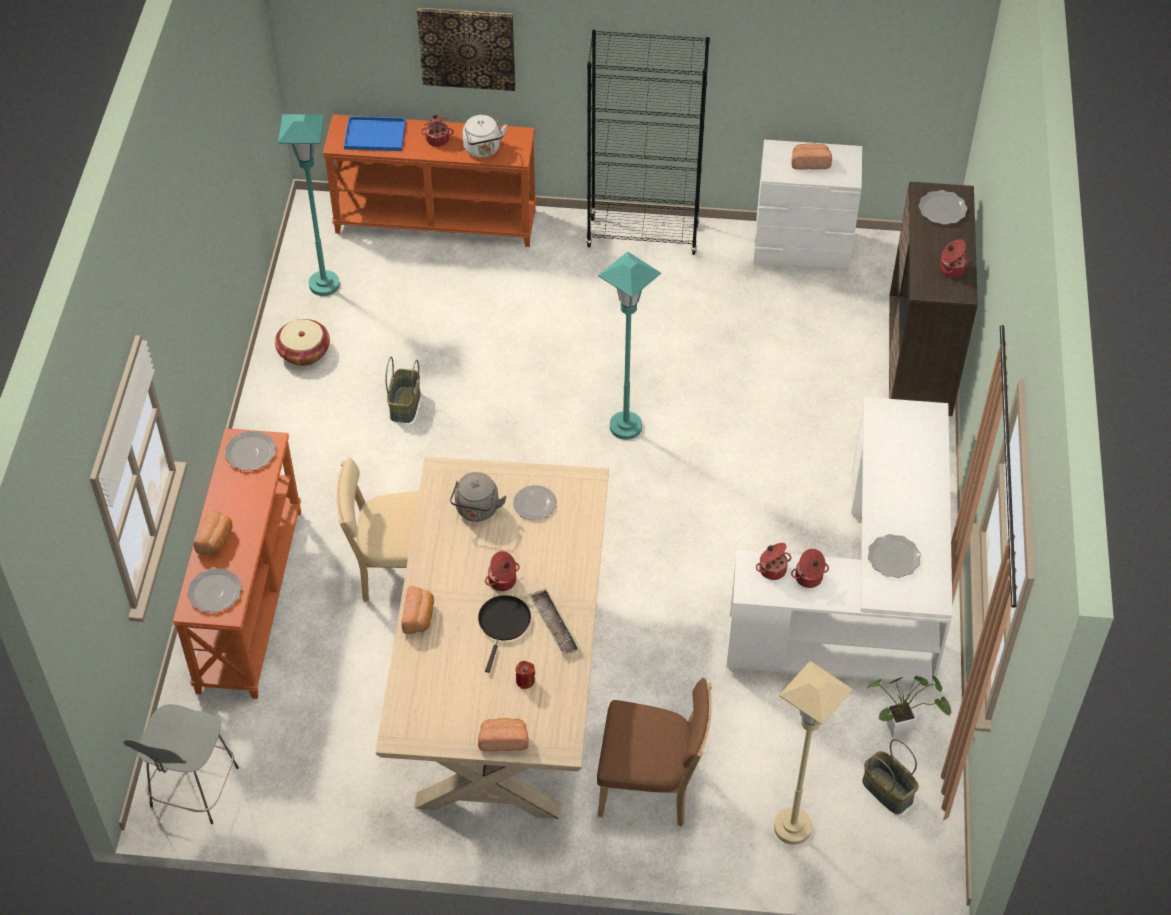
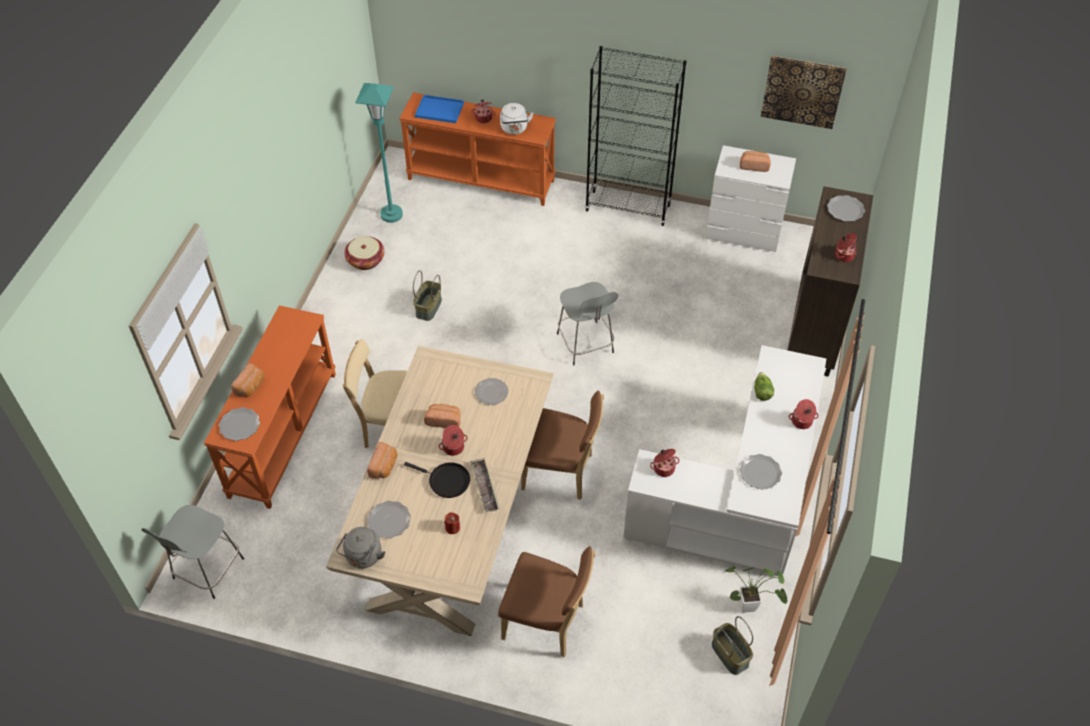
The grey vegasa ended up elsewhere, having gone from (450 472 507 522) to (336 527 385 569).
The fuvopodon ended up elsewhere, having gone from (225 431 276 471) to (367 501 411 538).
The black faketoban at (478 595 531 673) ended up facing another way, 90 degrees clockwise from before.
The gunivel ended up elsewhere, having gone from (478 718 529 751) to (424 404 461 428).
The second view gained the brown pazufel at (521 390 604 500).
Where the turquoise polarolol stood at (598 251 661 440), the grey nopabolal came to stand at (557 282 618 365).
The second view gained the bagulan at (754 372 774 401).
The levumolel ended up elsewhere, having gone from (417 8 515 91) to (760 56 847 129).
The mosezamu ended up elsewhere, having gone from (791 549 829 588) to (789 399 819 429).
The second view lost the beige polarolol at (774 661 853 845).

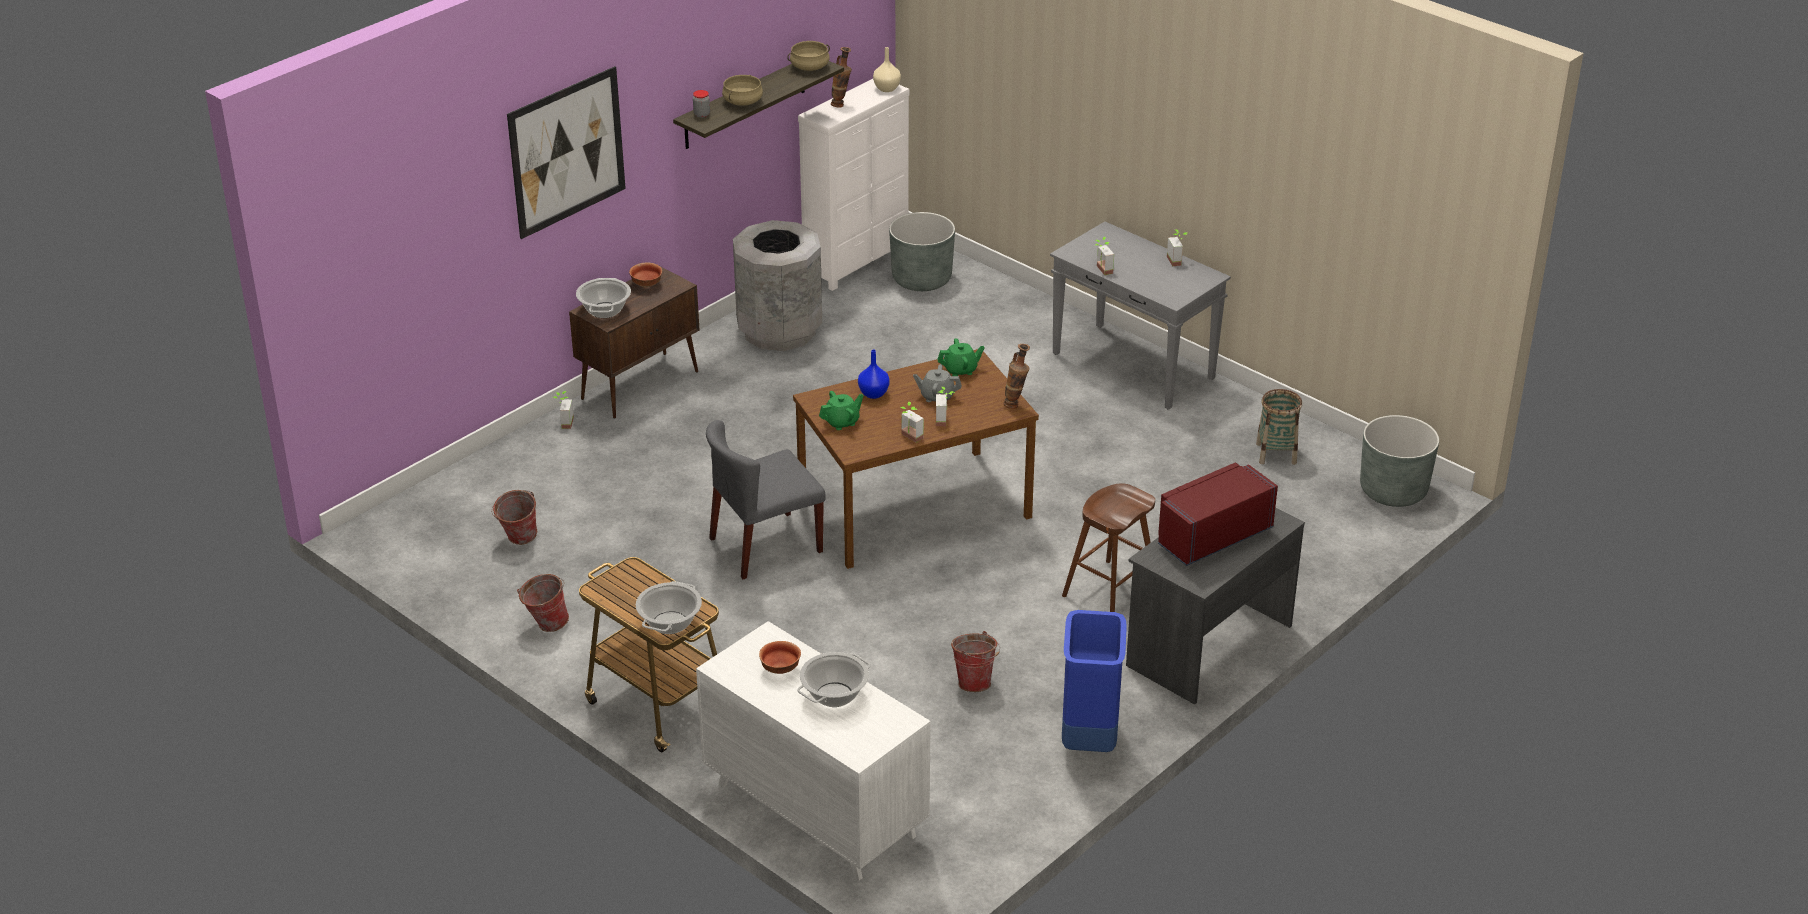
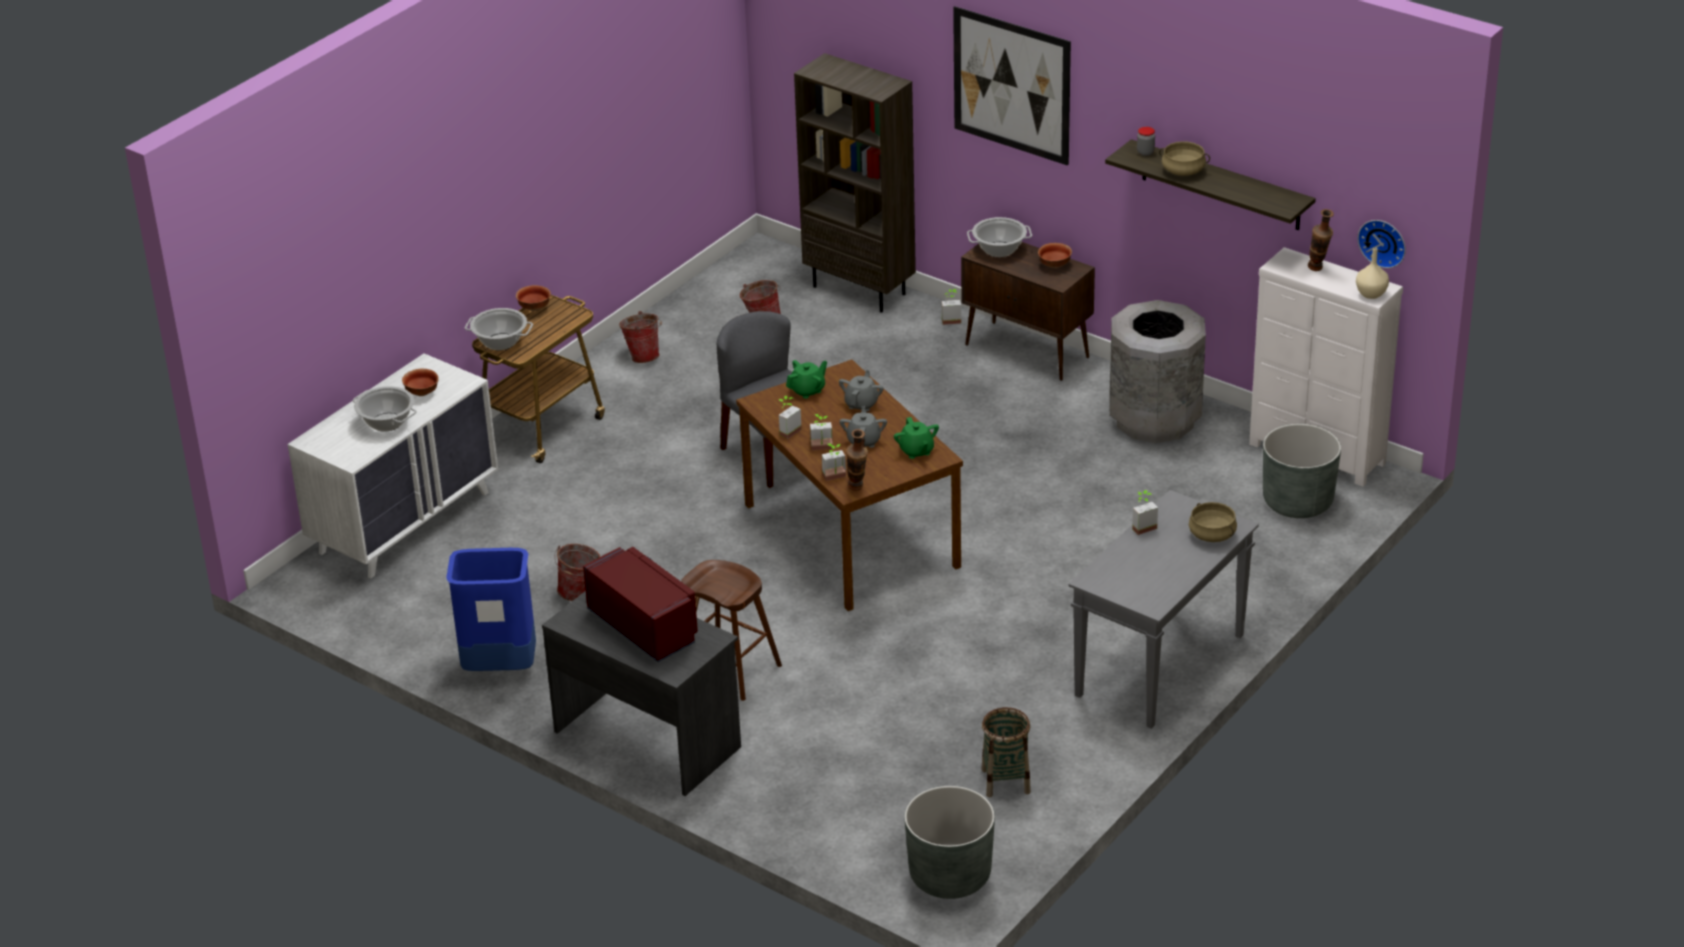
The second view gained the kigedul at (516 285 551 311).
The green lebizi at (819 391 864 430) ended up facing another way, 90 degrees counterclockwise from before.
The second view gained the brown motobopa at (794 53 916 312).
The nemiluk ended up elsewhere, having gone from (1167 229 1187 266) to (822 443 846 481).
Where the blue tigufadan stood at (858 350 890 399), the grey lebizi came to stand at (839 370 884 412).
The beige mosezamu ended up elsewhere, having gone from (787 41 830 71) to (1189 502 1237 542).
The second view gained the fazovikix at (1357 220 1406 268).

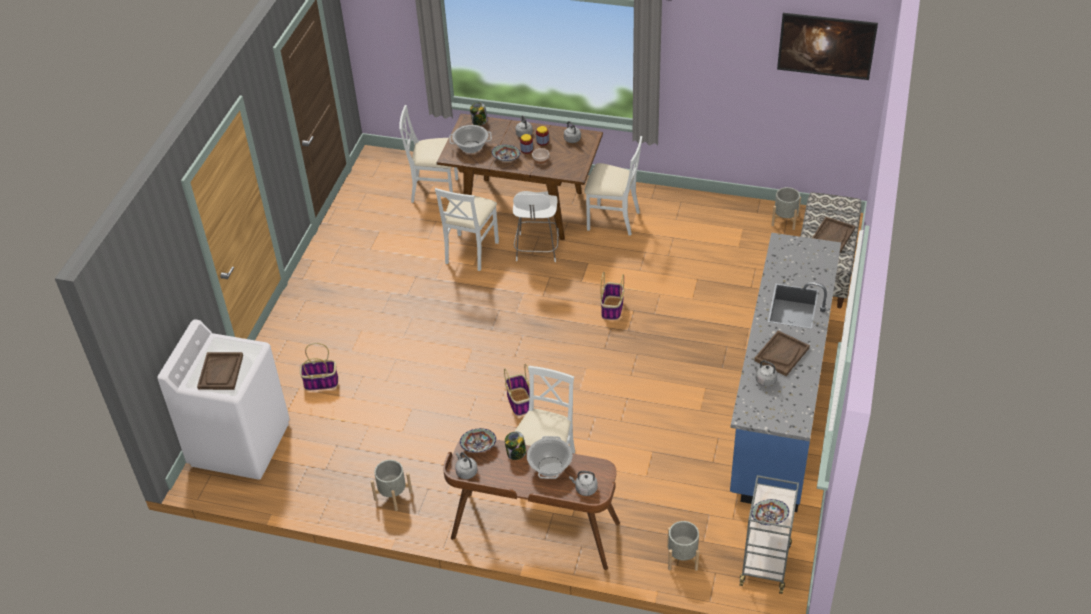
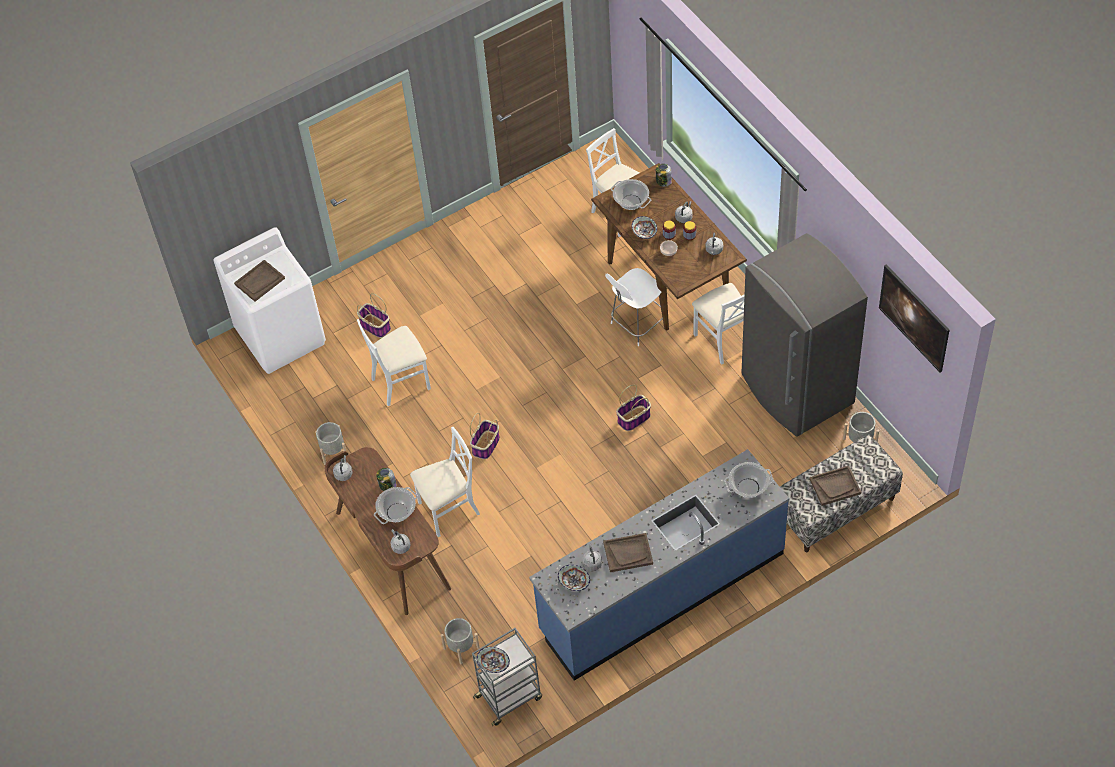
The white pazufel ended up elsewhere, having gone from (435 188 499 271) to (357 319 431 406).
The kigedul ended up elsewhere, having gone from (460 428 496 453) to (558 565 590 591).
The second view gained the mosezamu at (724 462 774 498).
The second view gained the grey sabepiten at (741 233 868 437).

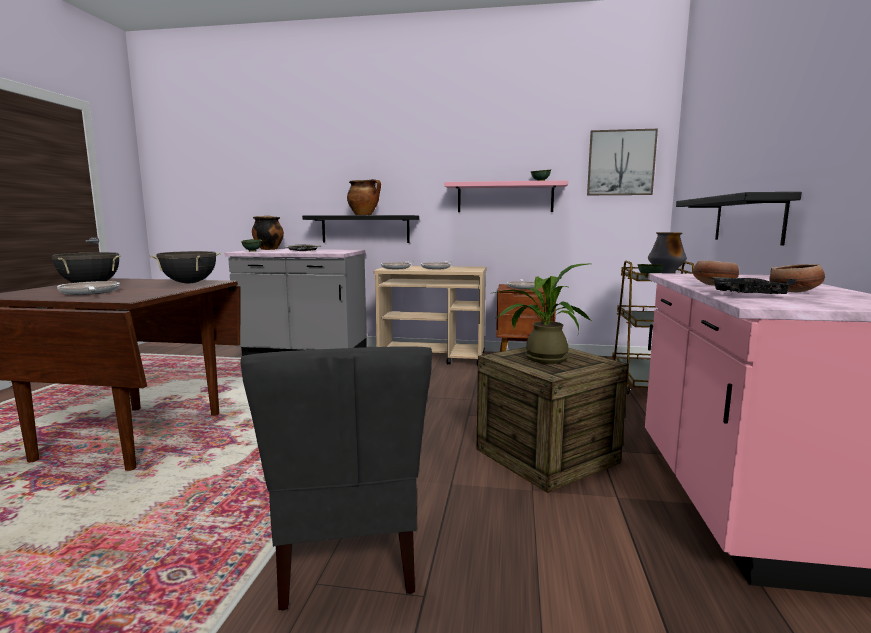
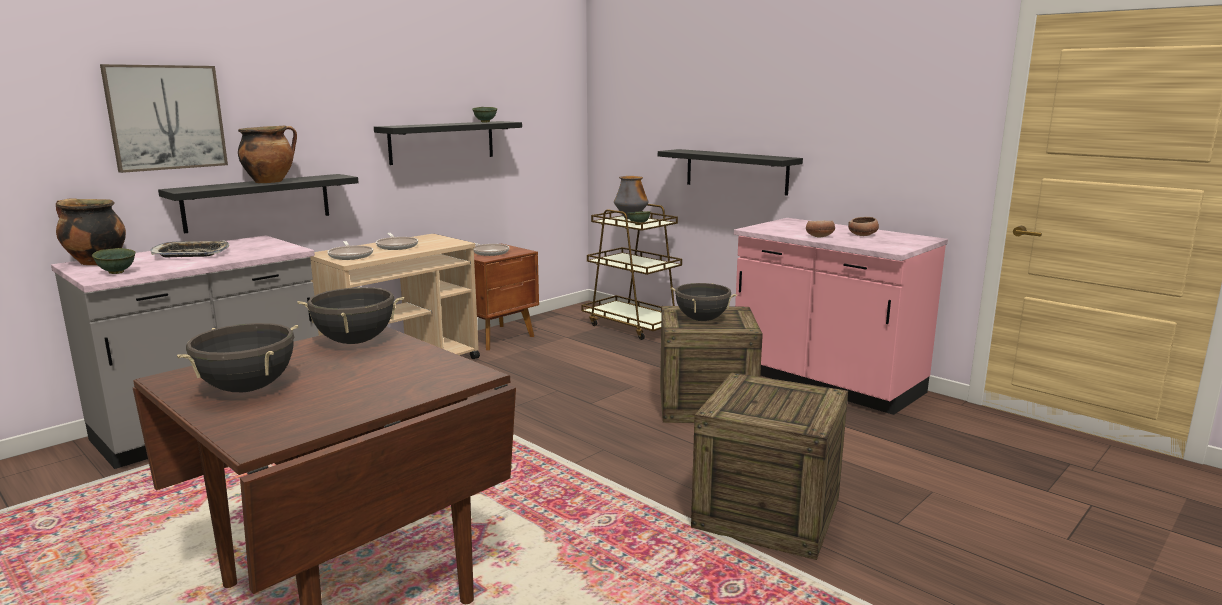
The levumolel ended up elsewhere, having gone from (587 129 658 195) to (100 64 228 173).
What was the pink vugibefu at (444 180 568 212) turned into the black vugibefu at (374 121 522 165).
Where the nemiluk stood at (493 264 592 364), the black mosezamu came to stand at (670 283 737 321).
Where the grey pazufel stood at (240 346 432 611), the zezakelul came to stand at (691 373 848 560).
The second view lost the faketoban at (57 281 120 295).
The second view lost the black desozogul at (706 277 796 294).

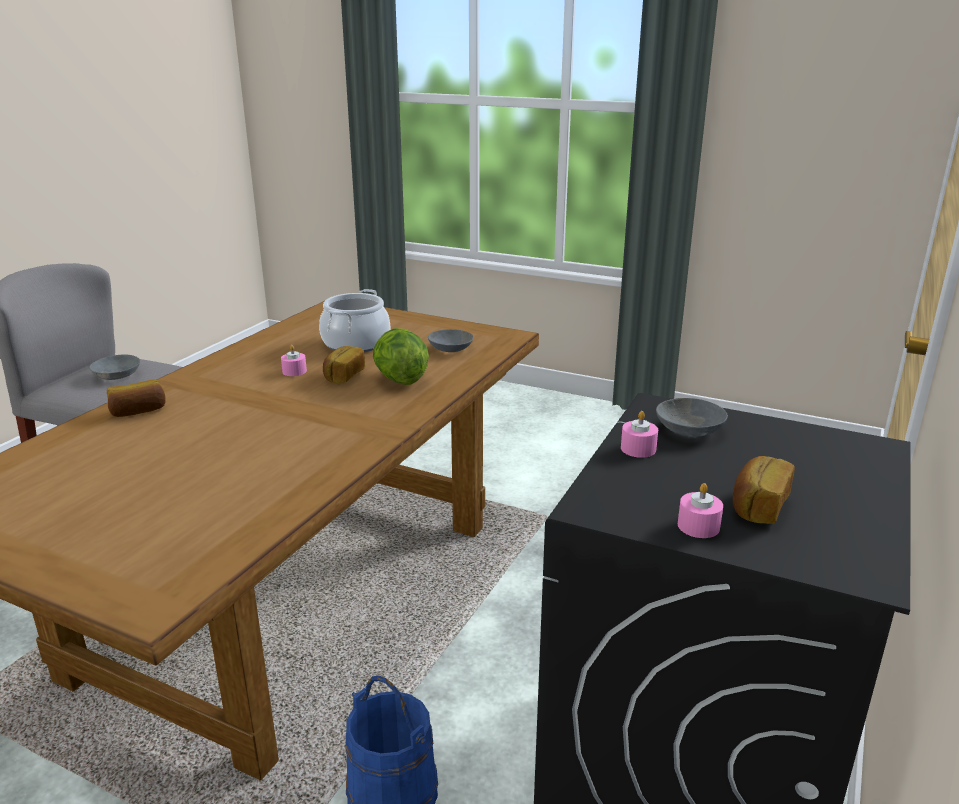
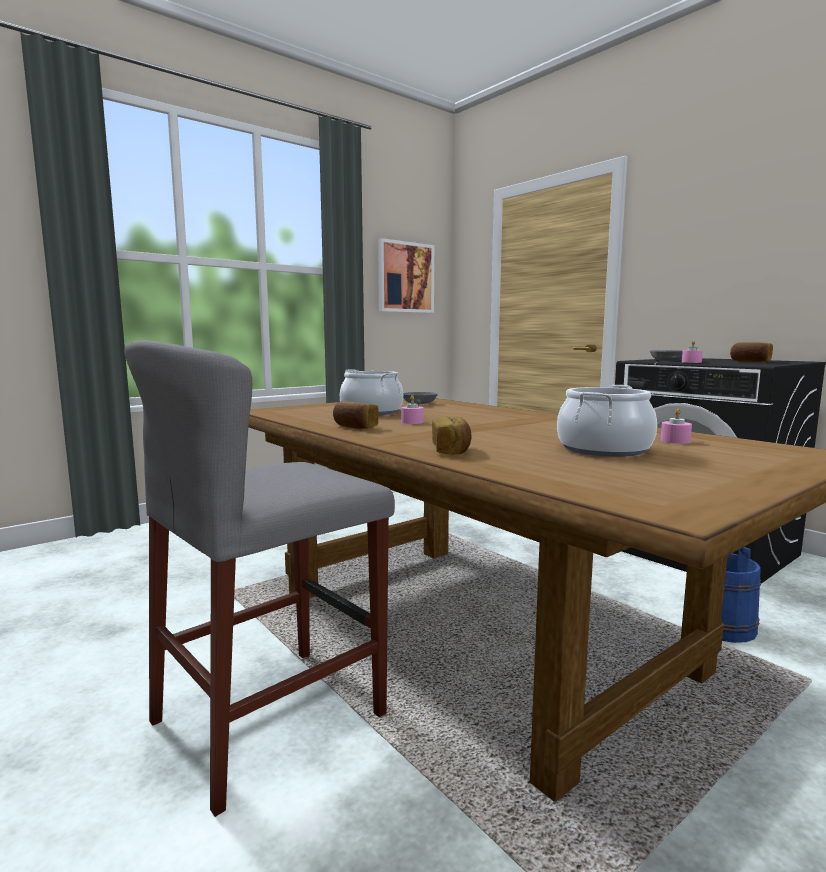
The gunivel ended up elsewhere, having gone from (323 346 365 383) to (333 401 379 429).
The second view gained the levumolel at (378 238 434 313).
The second view gained the mosezamu at (557 385 657 457).
The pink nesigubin ended up elsewhere, having gone from (678 483 723 538) to (661 408 692 444).
The second view lost the grey kigedul at (90 355 140 380).
The second view lost the bagulan at (373 328 429 385).

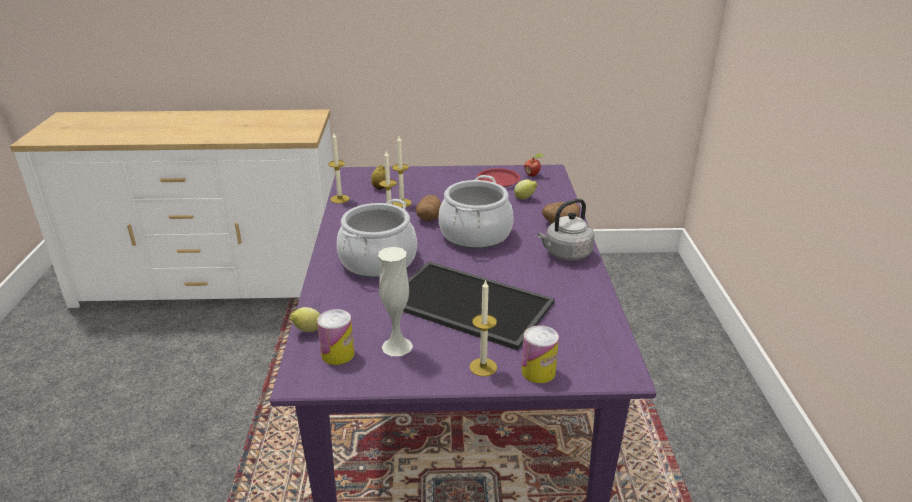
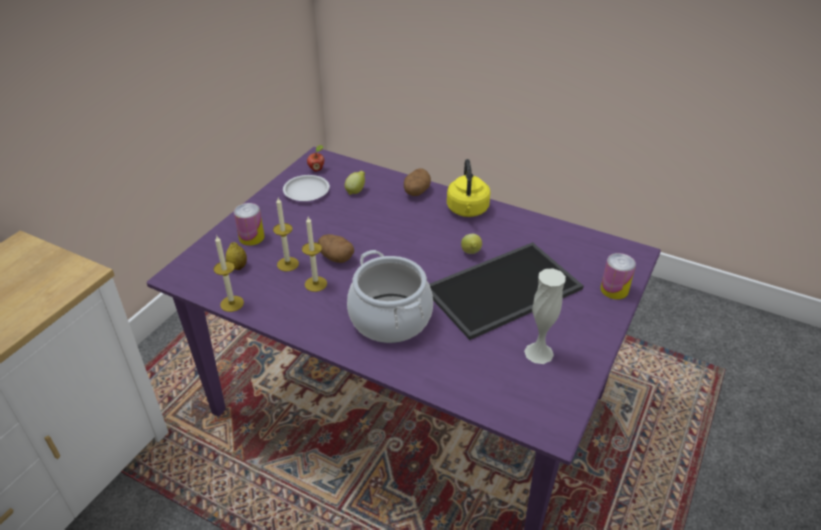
The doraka ended up elsewhere, having gone from (317 309 354 365) to (234 203 264 246).
What was the red fuvopodon at (477 168 520 187) turned into the white fuvopodon at (283 175 330 201).
What was the grey vegasa at (537 199 594 261) turned into the yellow vegasa at (447 159 490 217).
The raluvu ended up elsewhere, having gone from (290 307 320 332) to (461 234 482 254).
The second view lost the mosezamu at (439 175 514 249).
The second view lost the nesigubin at (469 279 497 377).

